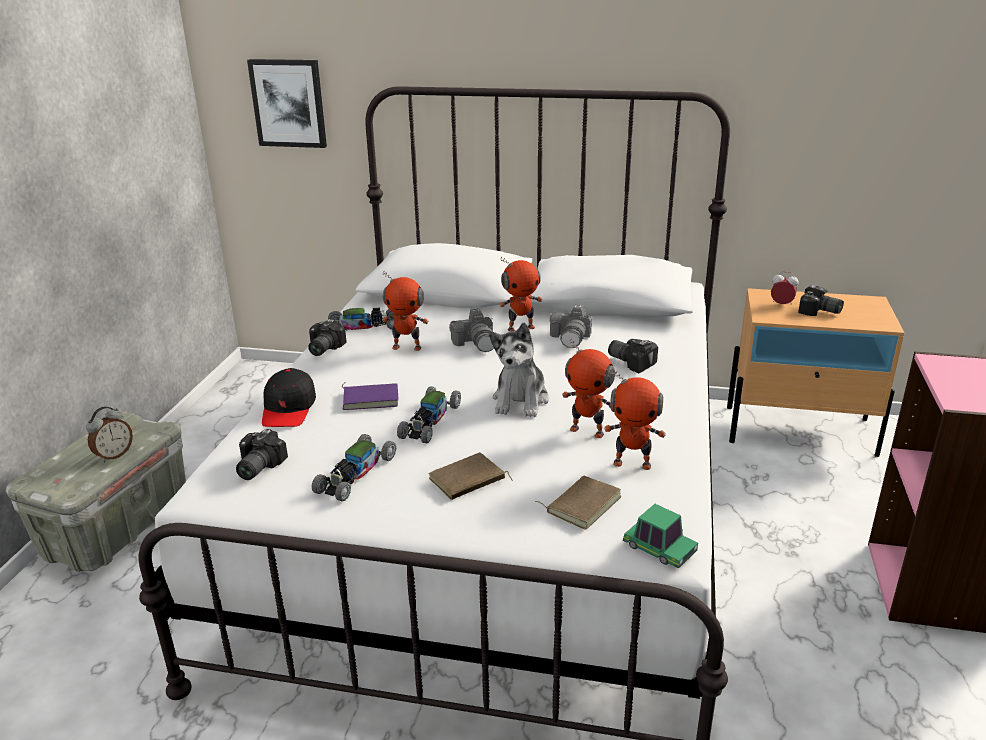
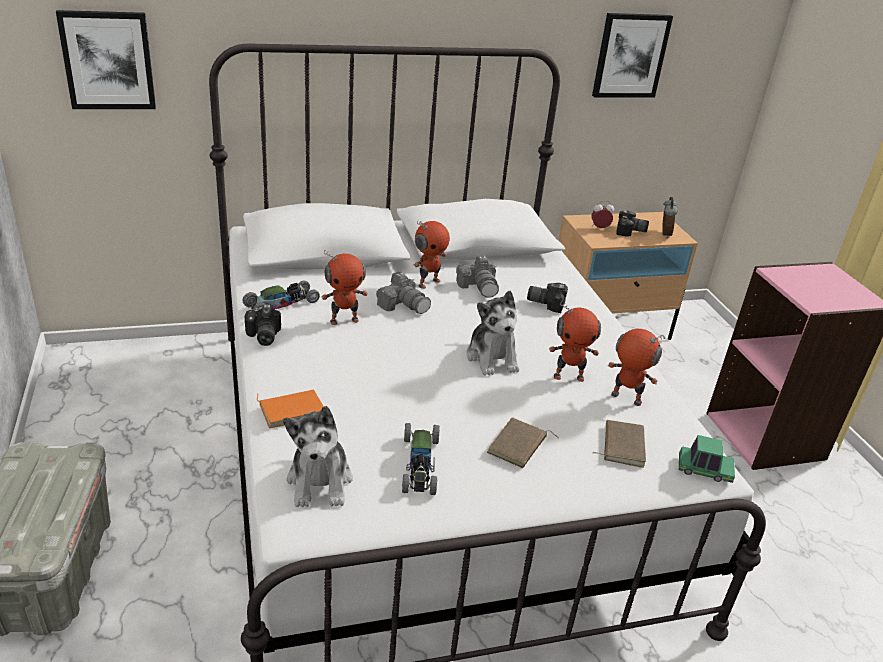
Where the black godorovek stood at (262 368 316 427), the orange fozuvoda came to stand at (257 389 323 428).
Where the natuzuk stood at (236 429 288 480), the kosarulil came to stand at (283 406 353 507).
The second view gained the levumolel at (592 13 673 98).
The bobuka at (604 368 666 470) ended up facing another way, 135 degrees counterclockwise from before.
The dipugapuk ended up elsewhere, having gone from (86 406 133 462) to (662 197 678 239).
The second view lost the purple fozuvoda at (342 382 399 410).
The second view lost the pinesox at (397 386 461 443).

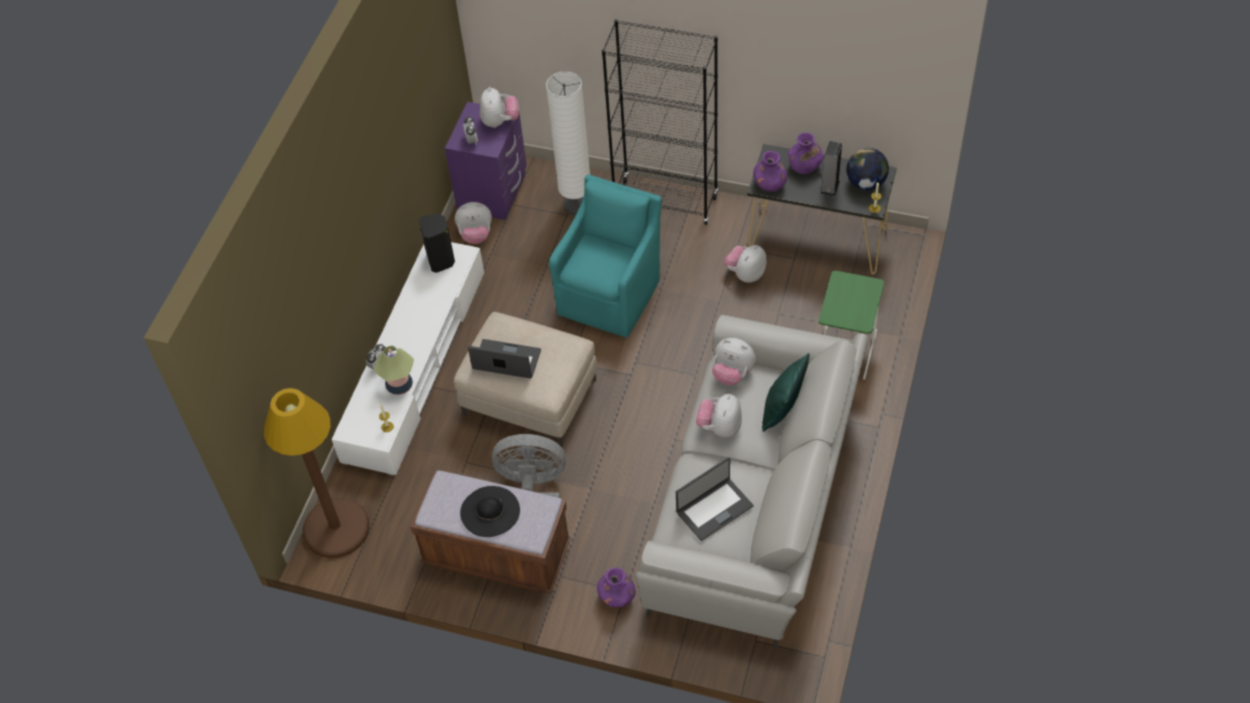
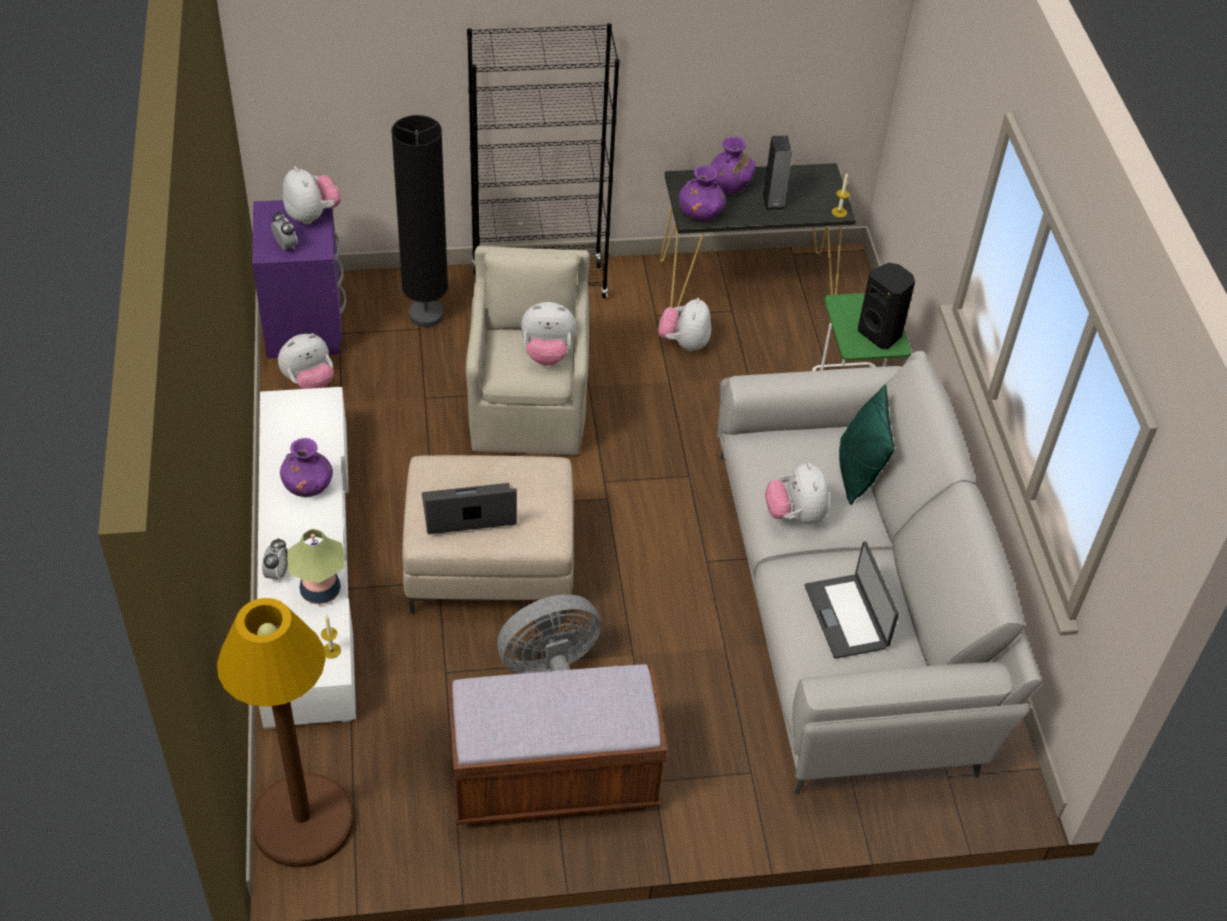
The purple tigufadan ended up elsewhere, having gone from (597 568 636 607) to (280 438 333 497).
What was the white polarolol at (546 71 590 215) turned into the black polarolol at (391 115 448 327).
What was the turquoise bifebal at (549 174 662 338) turned into the beige bifebal at (466 246 590 455).
The kosarulil ended up elsewhere, having gone from (712 338 756 385) to (521 302 576 366).
The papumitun at (676 457 754 541) ended up facing another way, 135 degrees clockwise from before.
The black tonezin ended up elsewhere, having gone from (419 214 455 273) to (858 263 915 349).
The second view lost the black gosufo at (460 486 520 537).
The second view lost the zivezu at (846 148 889 190).

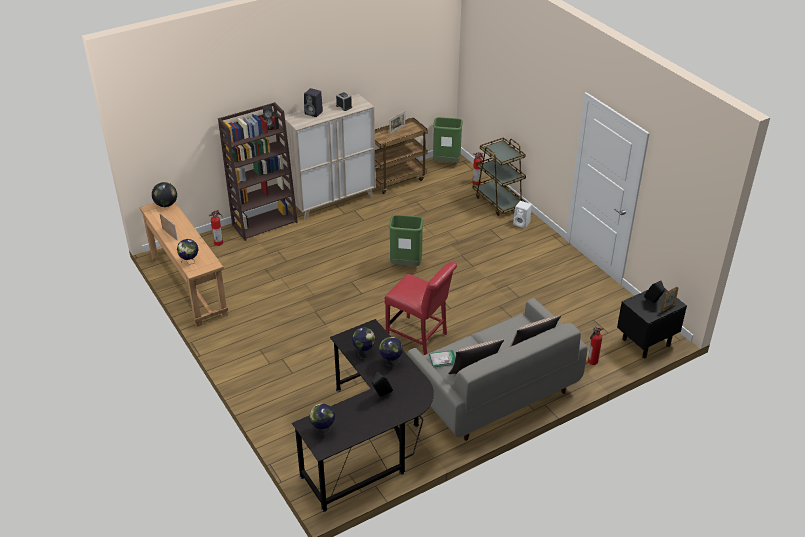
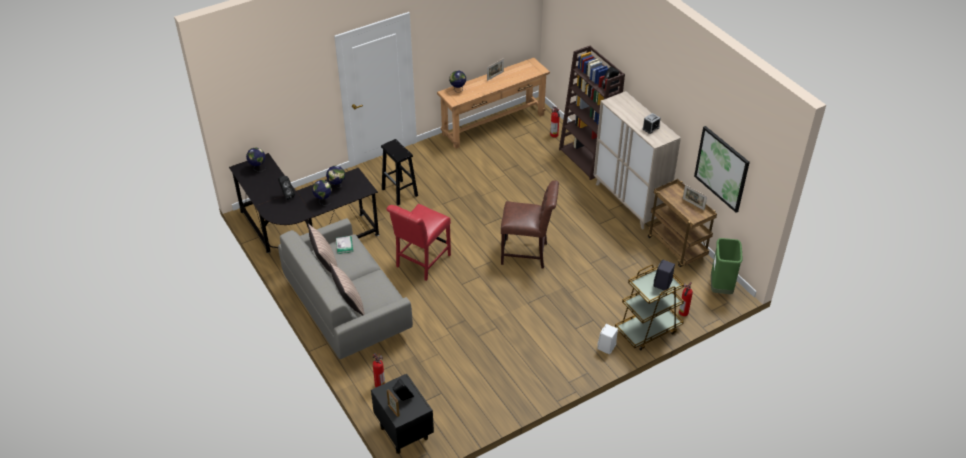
The second view gained the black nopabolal at (381 139 418 205).
Where the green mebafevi stood at (389 215 424 266), the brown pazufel came to stand at (501 180 559 269).
The black tonezin ended up elsewhere, having gone from (304 88 323 117) to (654 260 675 291).
The second view gained the levumolel at (694 126 750 213).
The second view lost the zivezu at (152 182 177 207).

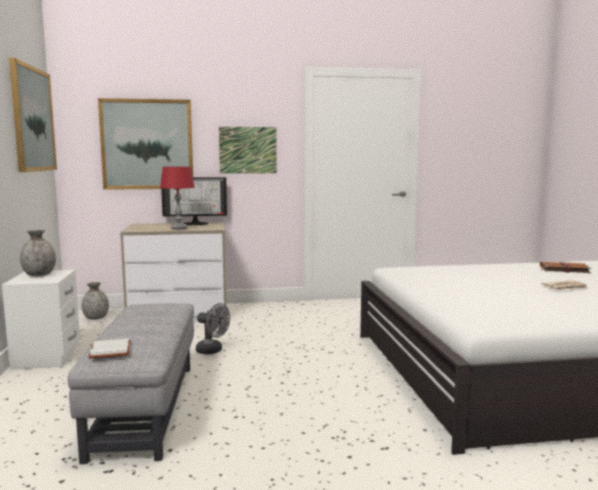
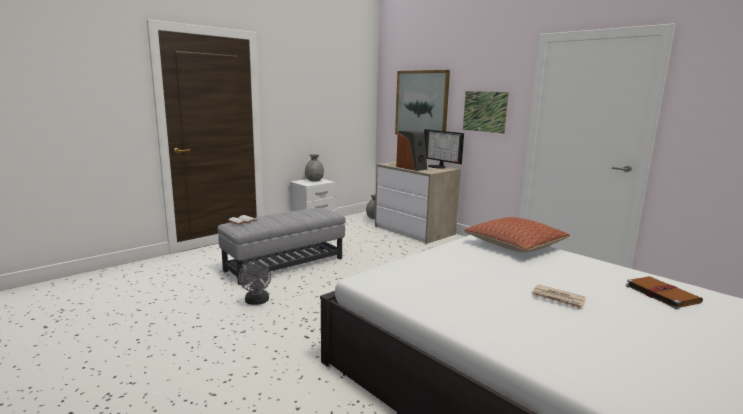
The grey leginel ended up elsewhere, having gone from (196 303 230 354) to (238 261 271 305).
Where the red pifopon stood at (160 167 195 230), the tonezin came to stand at (396 130 427 171).
The second view gained the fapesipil at (464 217 570 252).
The second view lost the levumolel at (9 58 57 172).

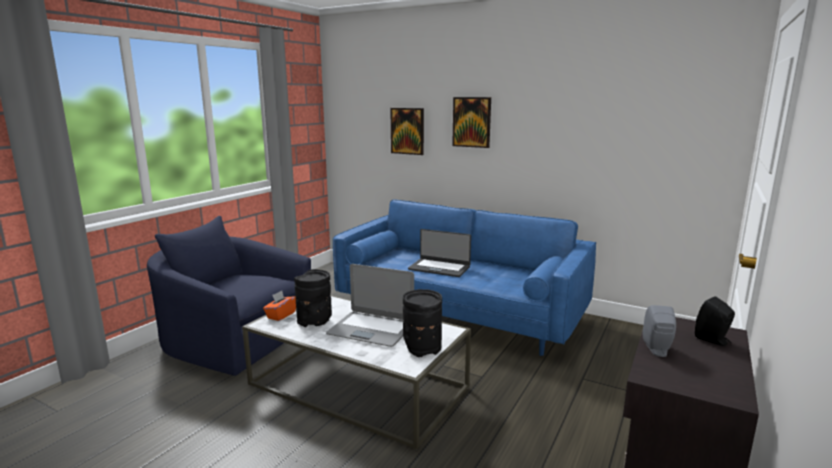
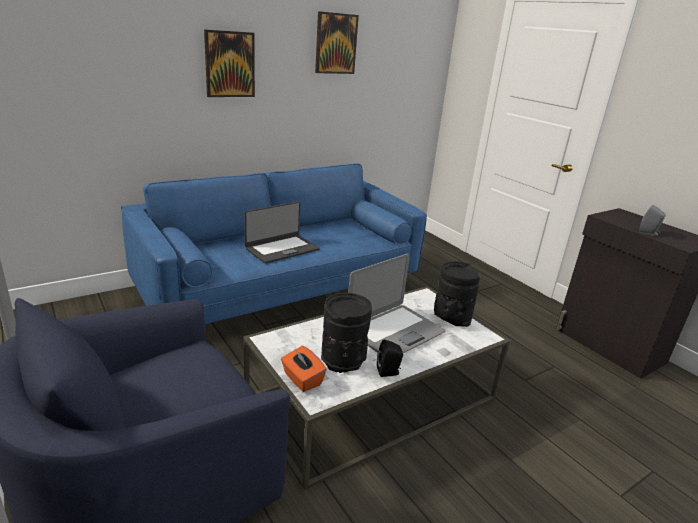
The levumolel ended up elsewhere, having gone from (390 108 424 155) to (315 11 359 74).
The black tonezin ended up elsewhere, having gone from (695 296 735 346) to (377 340 403 377).

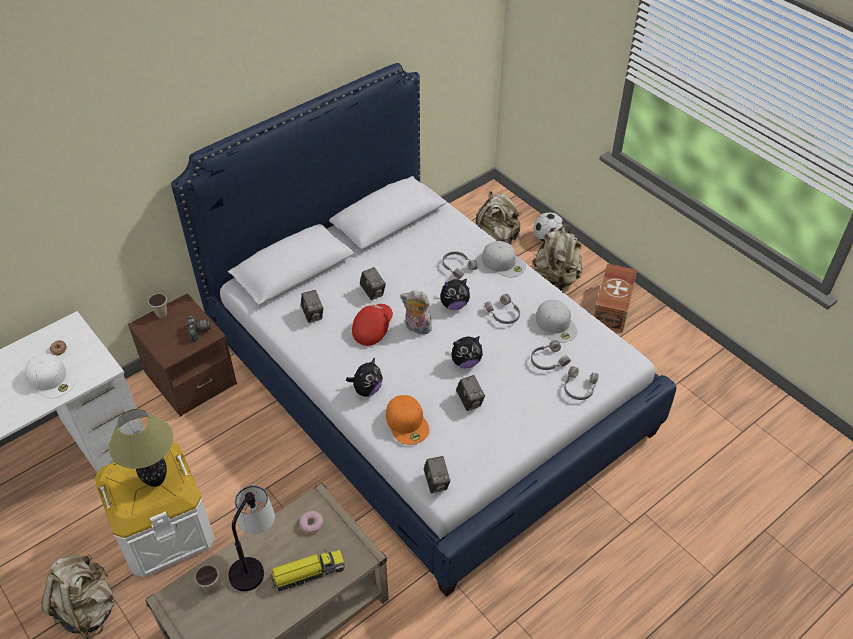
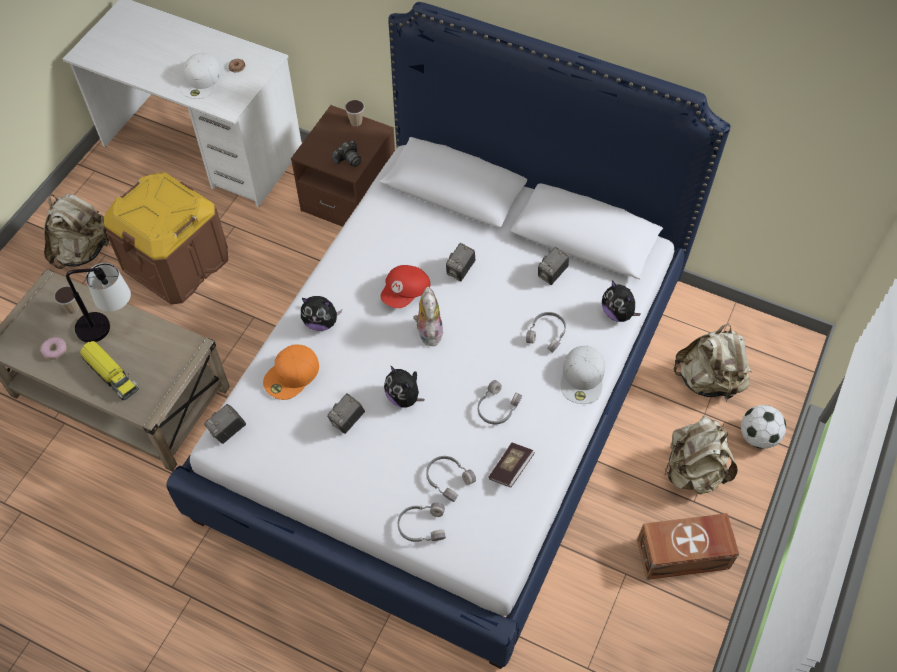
The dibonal ended up elsewhere, having gone from (299 511 324 534) to (41 337 67 360).
What was the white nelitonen at (95 443 215 577) turned into the brown nelitonen at (104 172 228 304).
The red godorovek at (352 304 393 346) ended up facing another way, 120 degrees clockwise from before.
Where the white godorovek stood at (536 300 577 343), the fozuvoda came to stand at (488 443 535 487).
The natuzuk ended up elsewhere, having gone from (301 290 323 323) to (538 247 569 285).
The kosarulil ended up elsewhere, having gone from (440 279 470 310) to (602 280 641 322).
The second view lost the pifopon at (109 409 173 487).

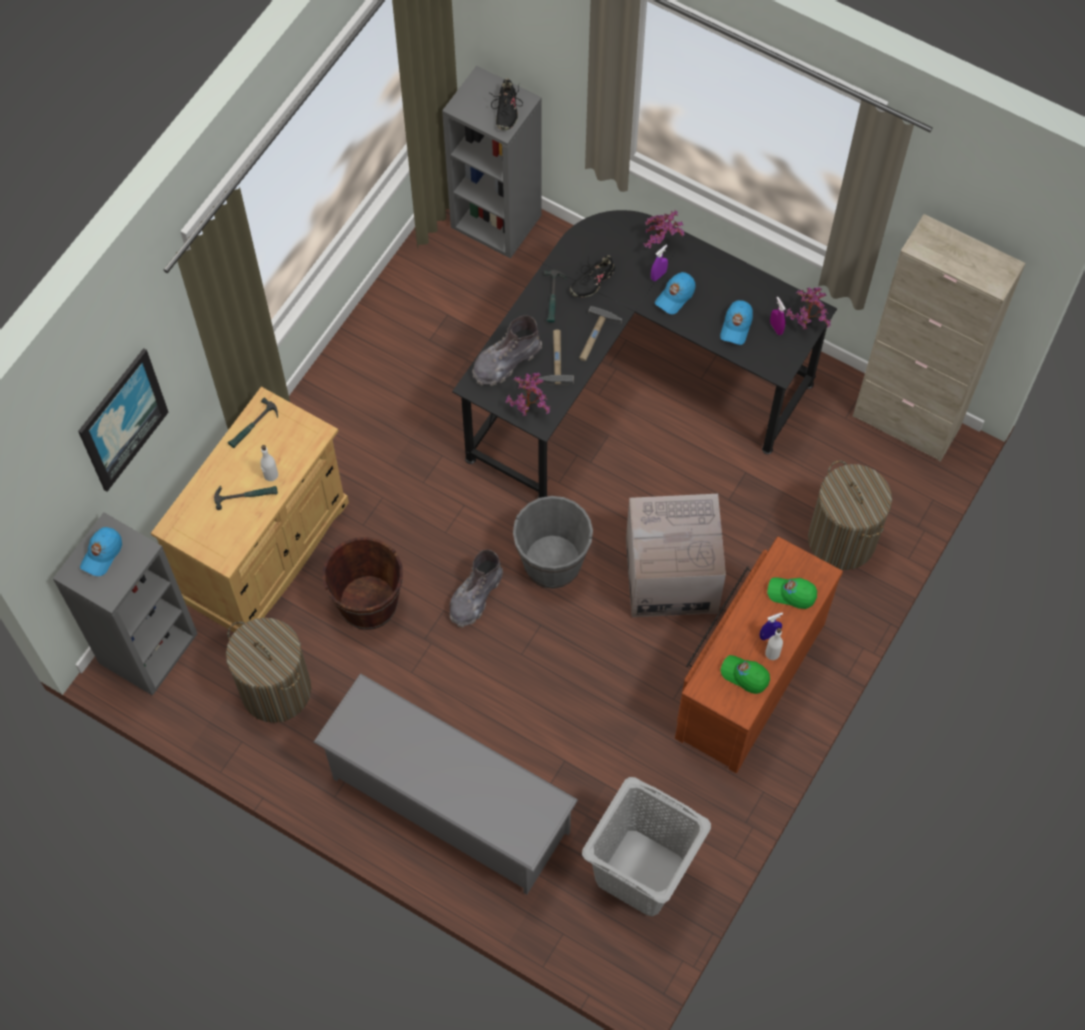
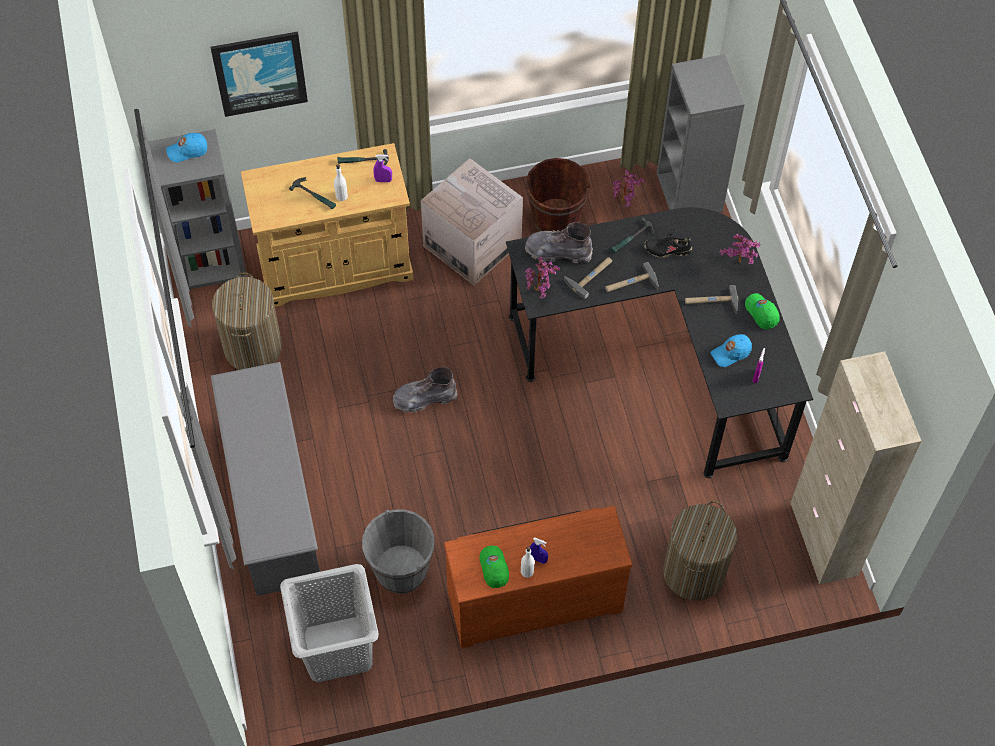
The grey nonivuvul ended up elsewhere, having gone from (513 496 593 589) to (362 509 434 594).
The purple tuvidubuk ended up elsewhere, having gone from (651 245 668 281) to (373 155 392 182).
The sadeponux ended up elsewhere, having gone from (626 494 726 617) to (421 158 523 286).
The brown nonivuvul ended up elsewhere, having gone from (322 537 403 630) to (526 158 590 232).
The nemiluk ended up elsewhere, having gone from (786 287 831 329) to (612 170 644 207).
Where the blue godorovek stood at (655 272 696 314), the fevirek came to stand at (685 285 738 314).
The green godorovek ended up elsewhere, having gone from (767 577 817 609) to (745 293 780 330).
The second view lost the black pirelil at (490 79 523 130).

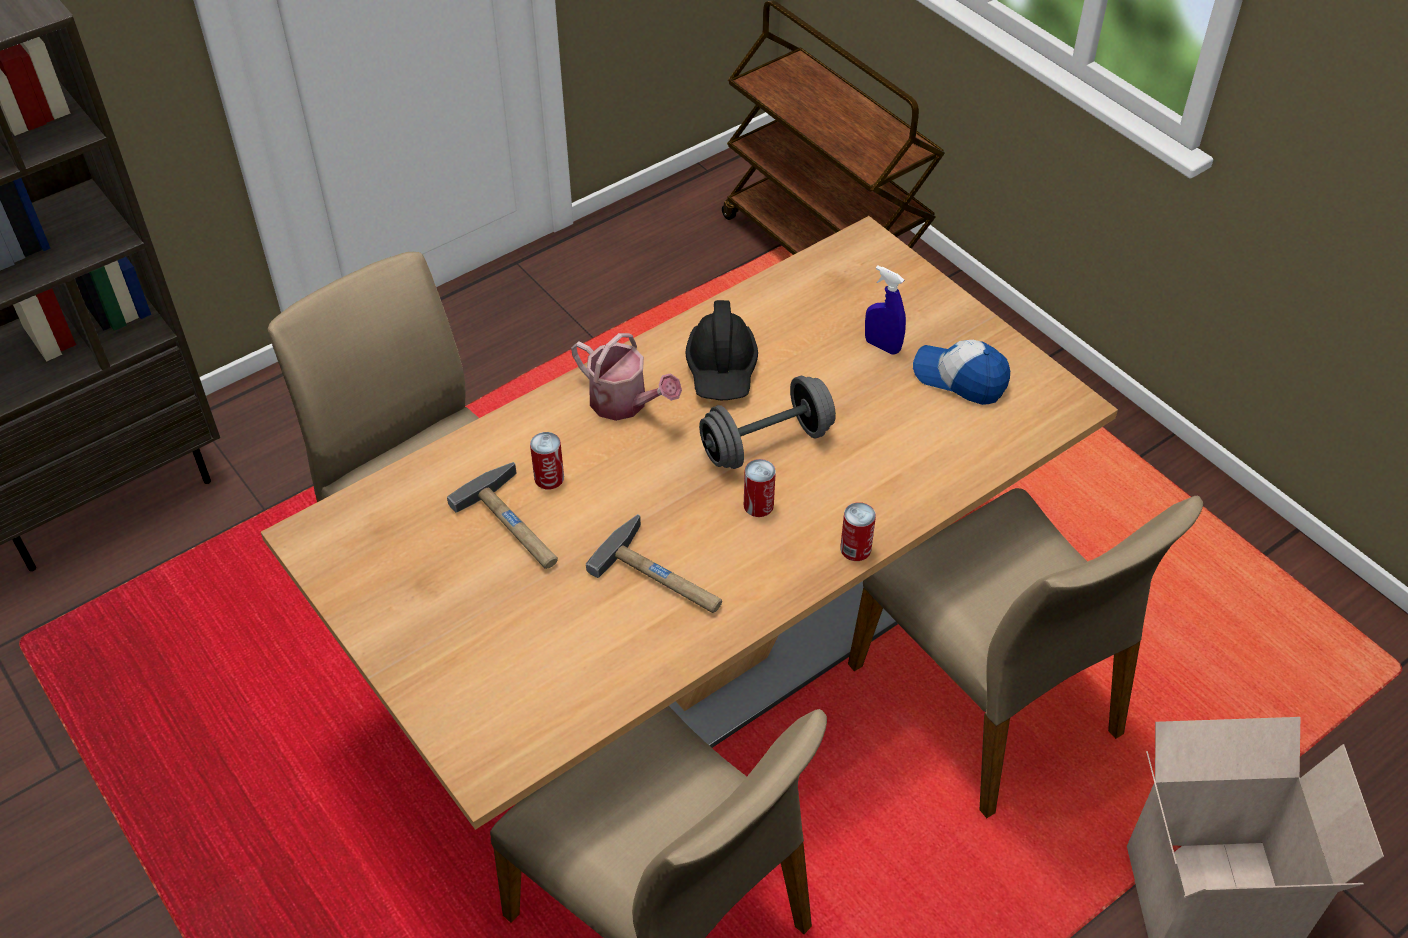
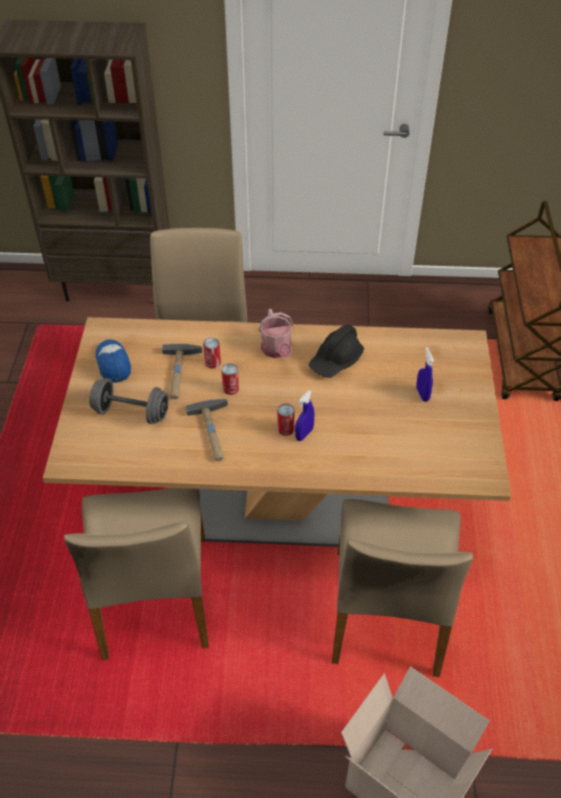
The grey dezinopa ended up elsewhere, having gone from (699 376 836 469) to (89 378 169 424).
The godorovek ended up elsewhere, having gone from (913 340 1010 405) to (96 340 131 382).
The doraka ended up elsewhere, having gone from (840 502 876 561) to (221 363 239 395).
The second view gained the blue tuvidubuk at (295 390 314 441).

